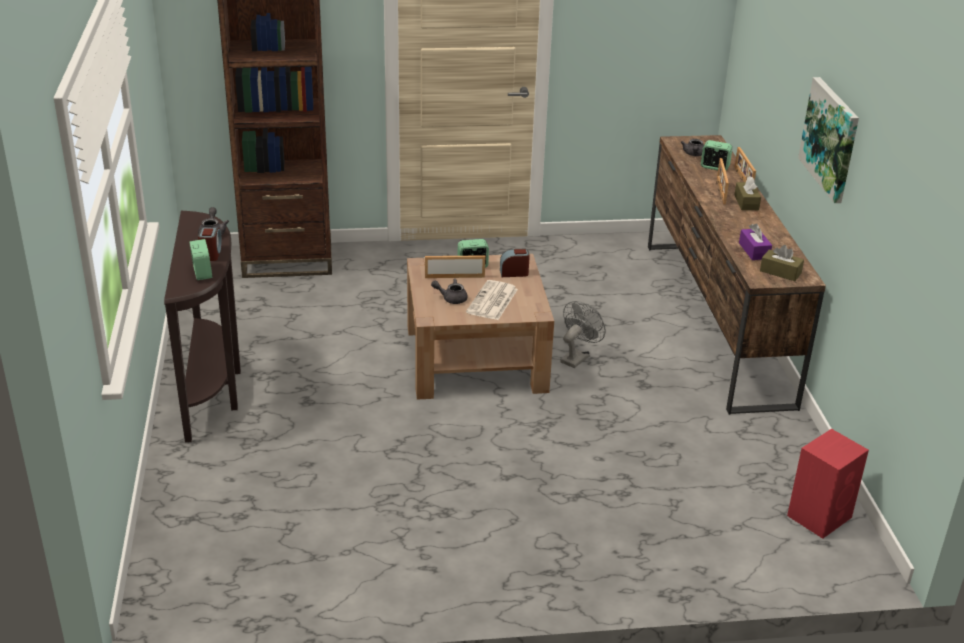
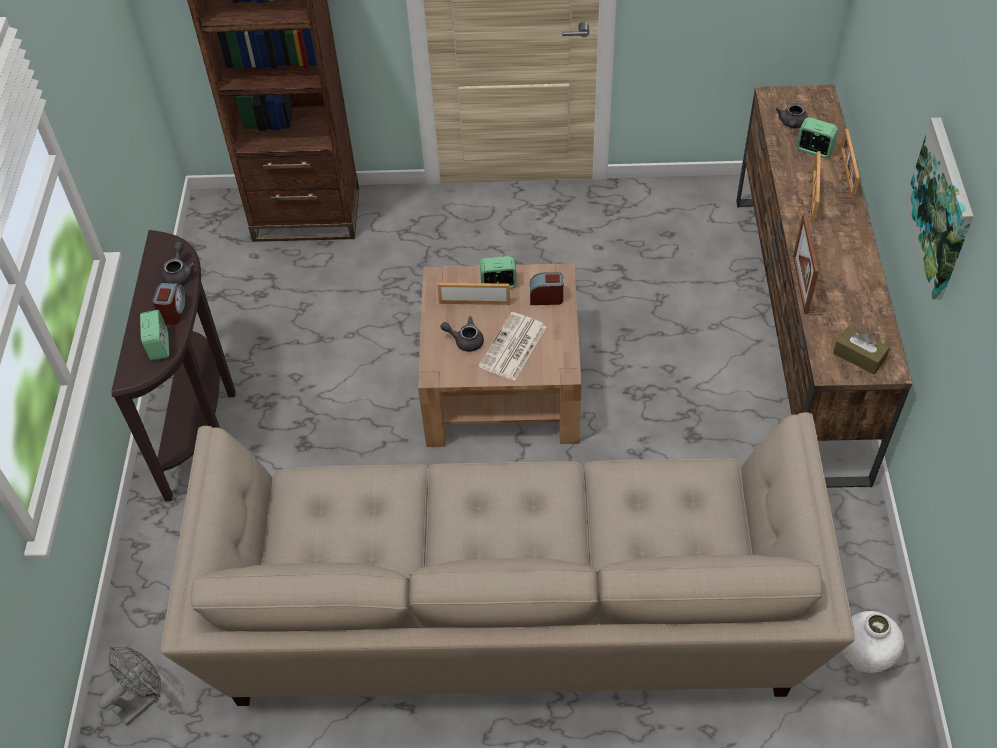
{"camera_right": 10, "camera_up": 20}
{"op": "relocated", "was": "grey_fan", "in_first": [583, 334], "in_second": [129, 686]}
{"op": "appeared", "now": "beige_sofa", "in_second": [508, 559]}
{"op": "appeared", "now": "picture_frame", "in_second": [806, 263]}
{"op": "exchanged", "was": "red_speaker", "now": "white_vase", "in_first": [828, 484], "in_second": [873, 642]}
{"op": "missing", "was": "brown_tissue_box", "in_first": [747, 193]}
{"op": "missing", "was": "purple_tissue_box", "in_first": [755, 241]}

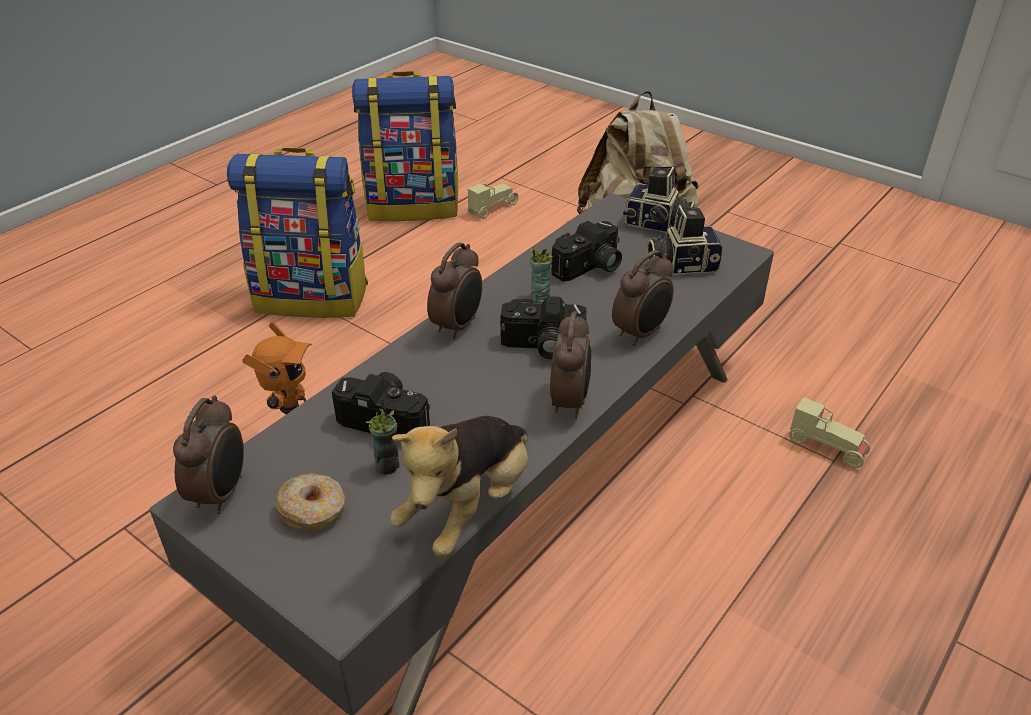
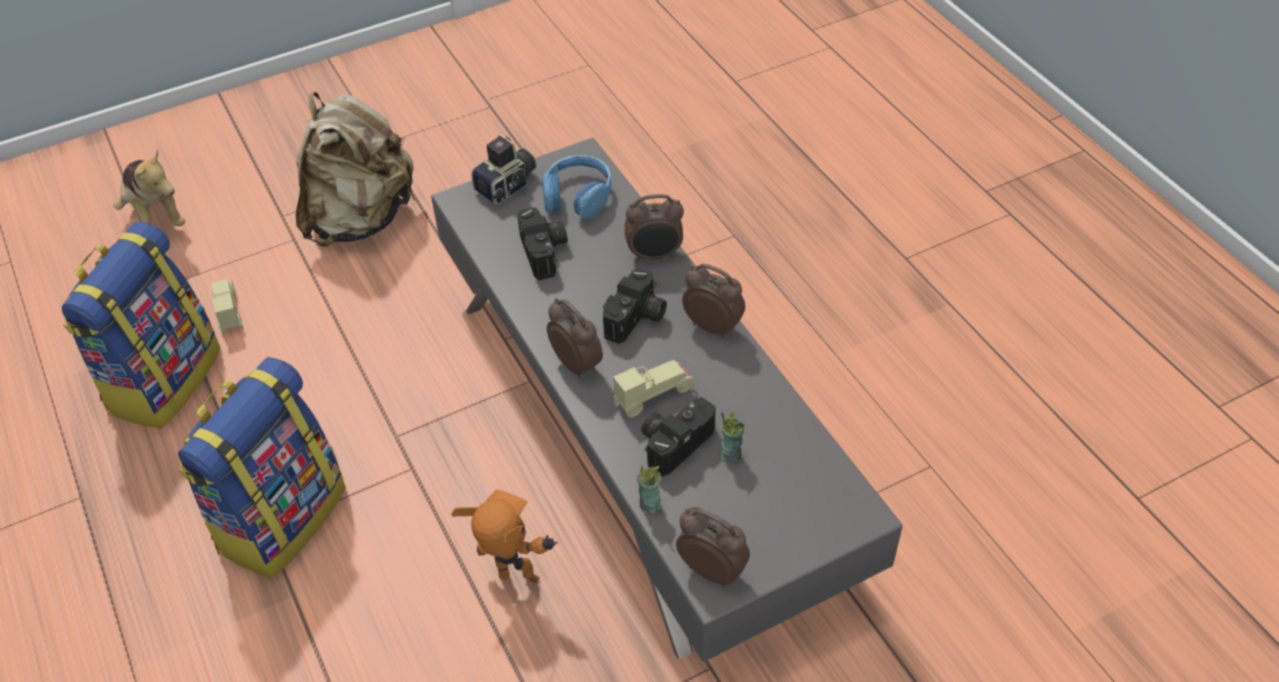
{"camera_right": -65, "camera_up": 10}
{"op": "relocated", "was": "plush_toy", "in_first": [459, 486], "in_second": [149, 187]}
{"op": "exchanged", "was": "photo_camera", "now": "blue_headphones", "in_first": [685, 240], "in_second": [576, 187]}
{"op": "relocated", "was": "beige_toy_car", "in_first": [829, 432], "in_second": [653, 389]}
{"op": "spun", "was": "alarm_clock", "in_first": [643, 298], "in_second": [654, 228], "clockwise": 105}
{"op": "relocated", "was": "cup", "in_first": [541, 275], "in_second": [649, 489]}
{"op": "missing", "was": "donut", "in_first": [310, 502]}

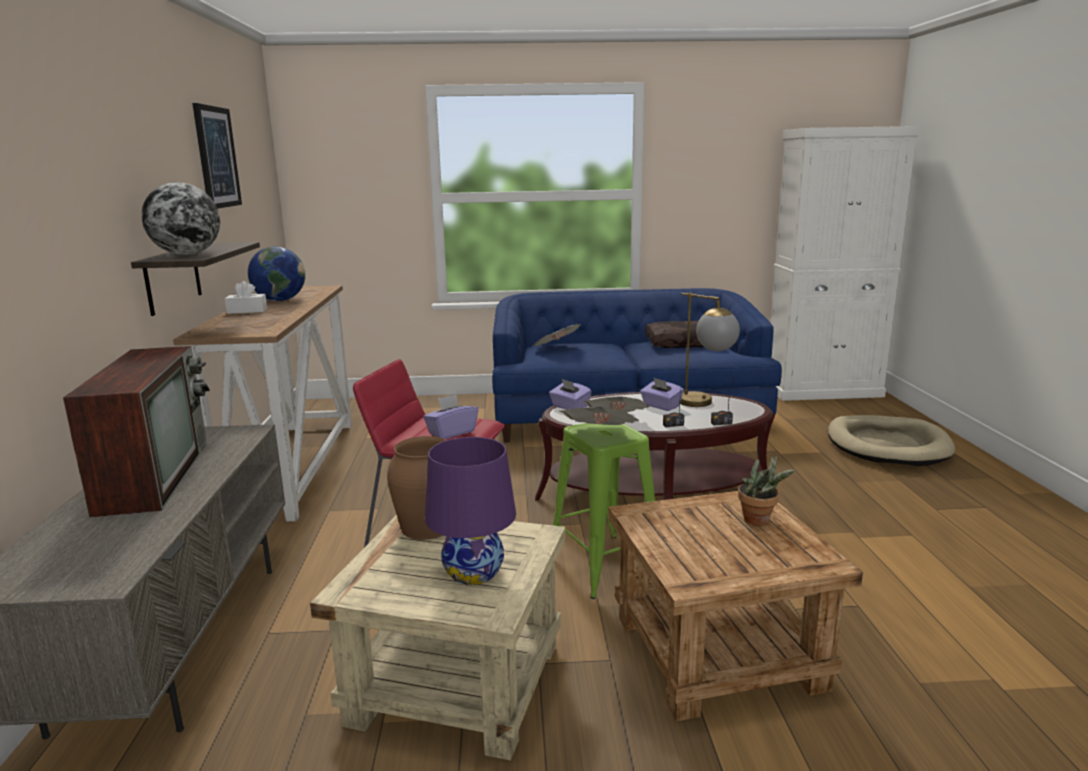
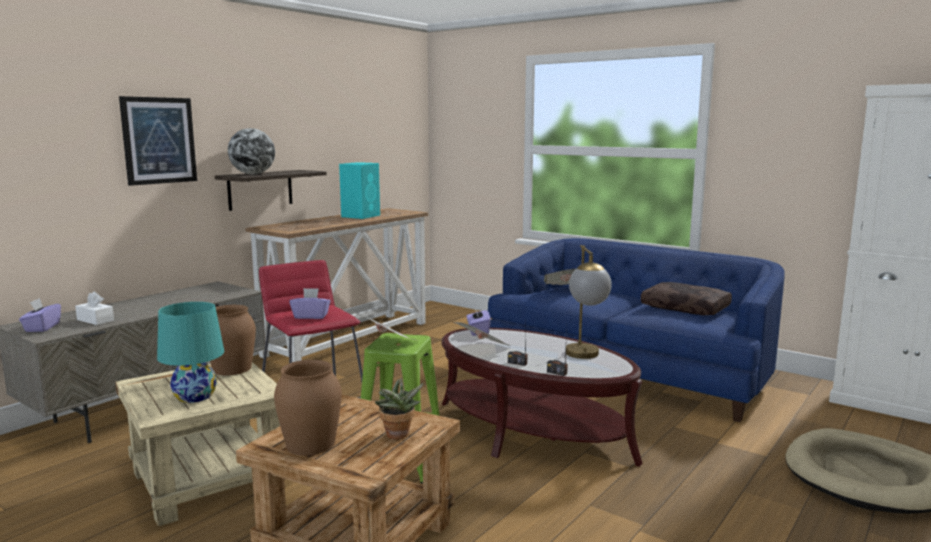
{"camera_right": 40, "camera_up": -5}
{"op": "relocated", "was": "purple_tissue_box", "in_first": [662, 394], "in_second": [40, 315]}
{"op": "relocated", "was": "white_tissue_box", "in_first": [245, 297], "in_second": [94, 308]}
{"op": "relocated", "was": "picture", "in_first": [217, 156], "in_second": [158, 141]}
{"op": "colour", "was": "purple_table_lamp", "now": "turquoise_table_lamp", "in_first": [470, 511], "in_second": [190, 352]}
{"op": "appeared", "now": "brown_vase", "in_second": [308, 407]}
{"op": "exchanged", "was": "globe", "now": "turquoise_speaker", "in_first": [276, 273], "in_second": [359, 190]}
{"op": "missing", "was": "television", "in_first": [136, 432]}

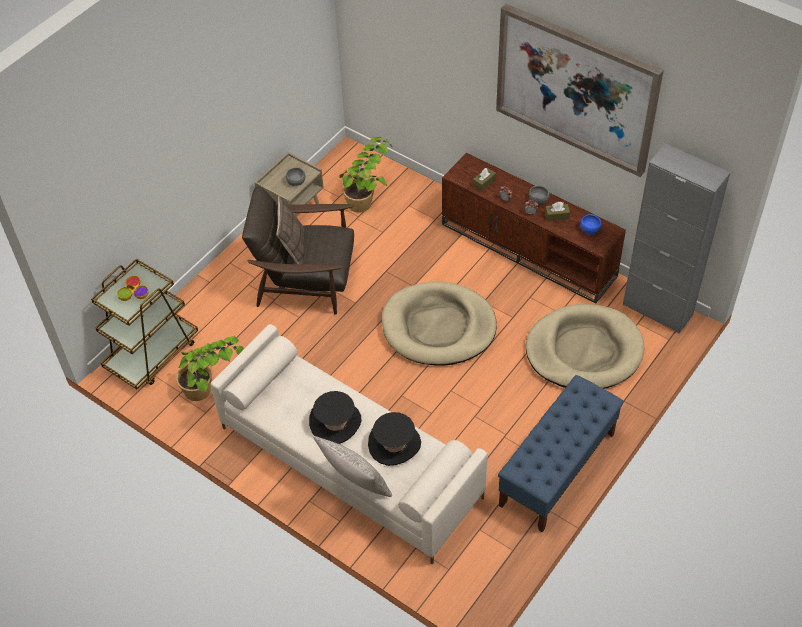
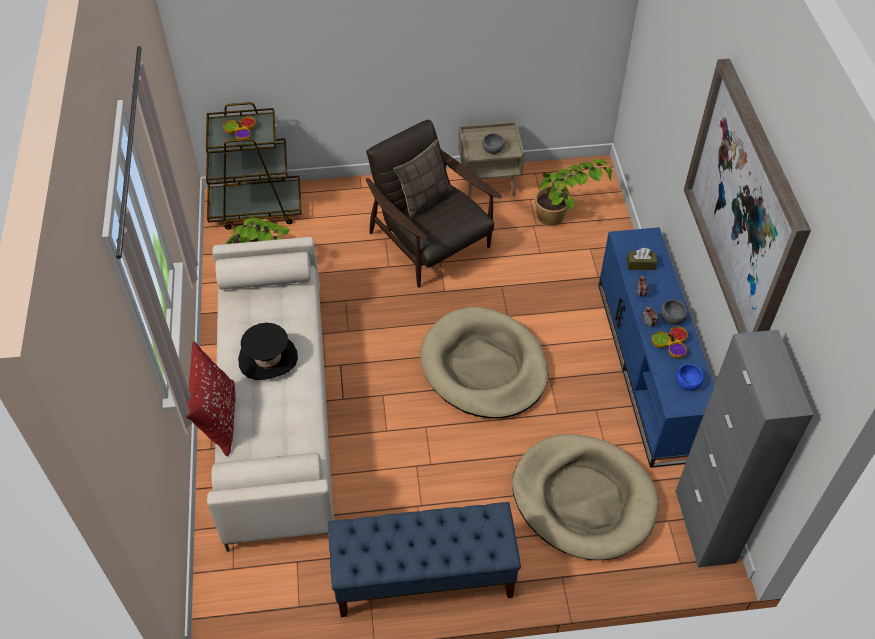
{"camera_right": 45, "camera_up": 0}
{"op": "colour", "was": "grey_pillow", "now": "red_pillow", "in_first": [352, 466], "in_second": [211, 398]}
{"op": "colour", "was": "brown_tv_stand", "now": "blue_tv_stand", "in_first": [534, 228], "in_second": [656, 347]}
{"op": "exchanged", "was": "brown_tissue_box", "now": "bowl", "in_first": [557, 211], "in_second": [670, 342]}
{"op": "missing", "was": "black_hat", "in_first": [394, 439]}

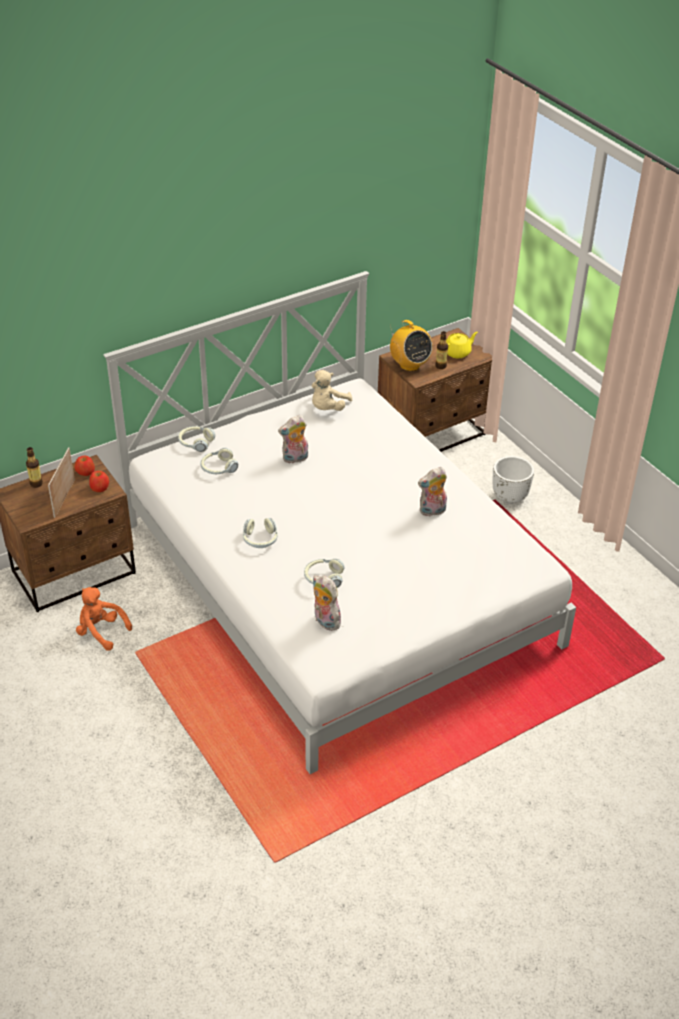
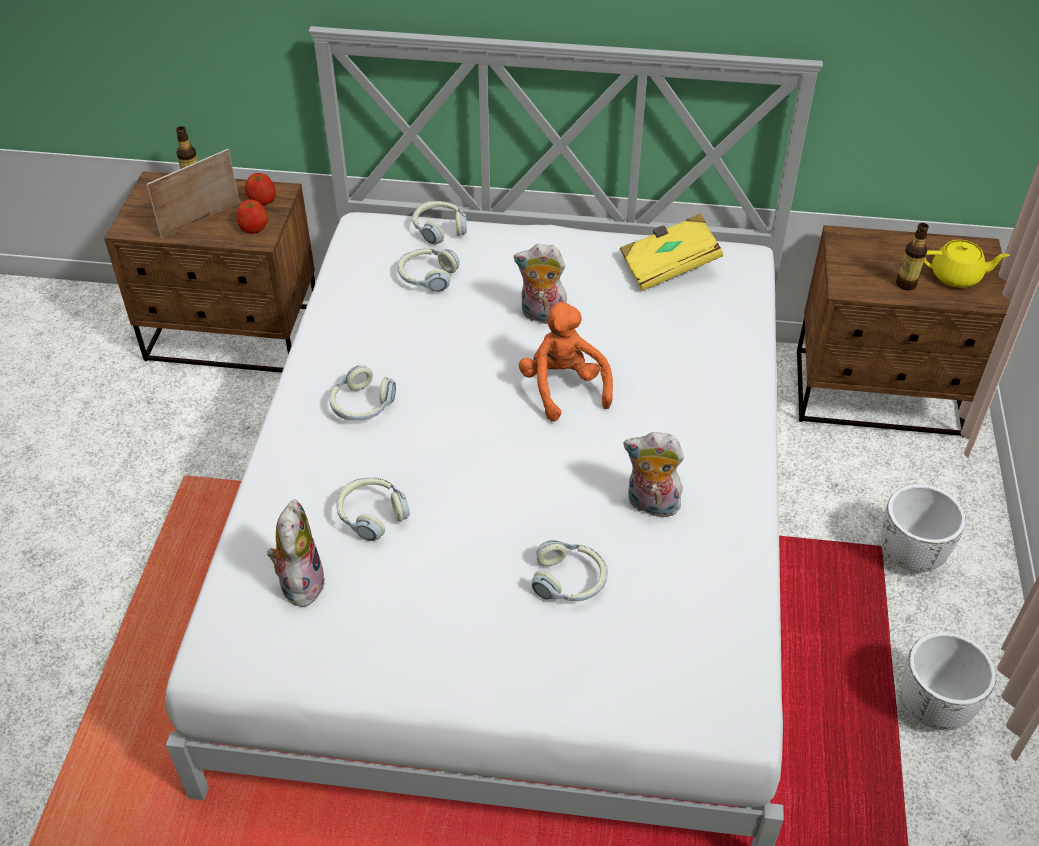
{"camera_right": 40, "camera_up": 5}
{"op": "relocated", "was": "orange_plush_toy", "in_first": [104, 619], "in_second": [566, 362]}
{"op": "appeared", "now": "headphones", "in_second": [569, 570]}
{"op": "exchanged", "was": "beige_plush_toy", "now": "yellow_book", "in_first": [332, 390], "in_second": [671, 252]}
{"op": "appeared", "now": "white_planter", "in_second": [948, 681]}
{"op": "missing", "was": "radio", "in_first": [411, 345]}

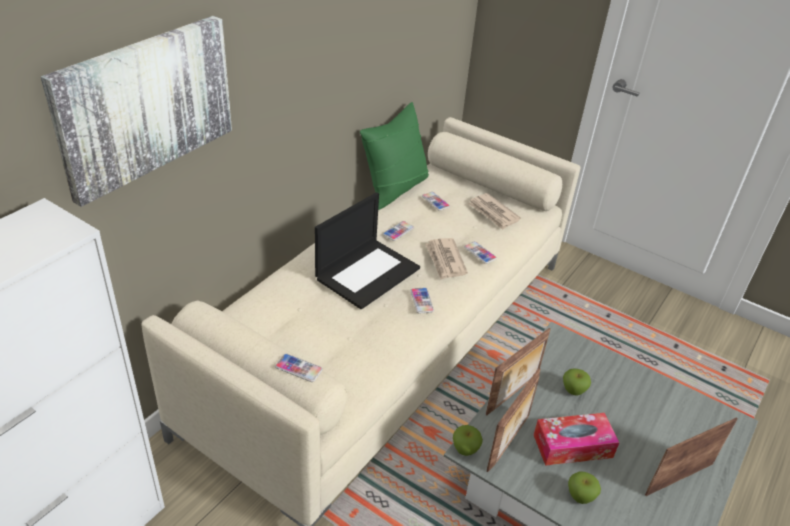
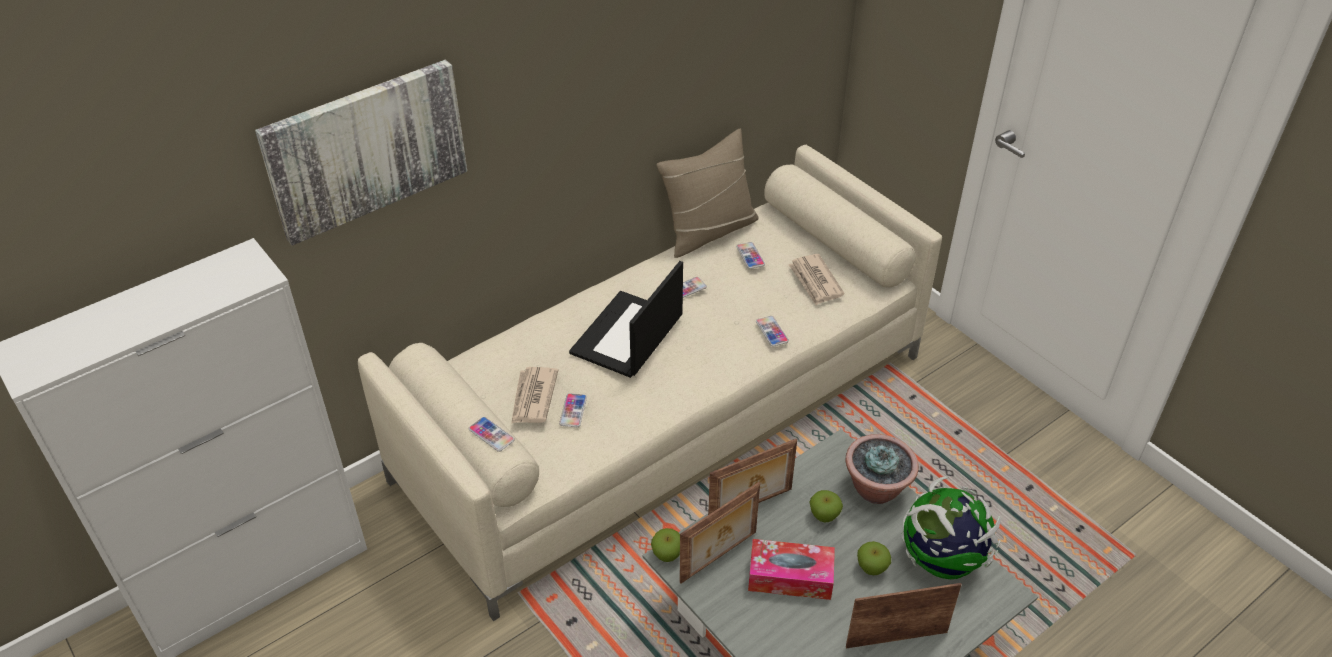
{"camera_right": 20, "camera_up": 5}
{"op": "relocated", "was": "newspaper", "in_first": [446, 258], "in_second": [534, 395]}
{"op": "relocated", "was": "phone", "in_first": [422, 300], "in_second": [573, 410]}
{"op": "spun", "was": "laptop", "in_first": [367, 250], "in_second": [626, 319], "clockwise": 150}
{"op": "colour", "was": "green_pillow", "now": "beige_pillow", "in_first": [394, 156], "in_second": [707, 193]}
{"op": "appeared", "now": "potted_plant", "in_second": [882, 469]}
{"op": "relocated", "was": "apple", "in_first": [584, 487], "in_second": [874, 558]}
{"op": "appeared", "now": "globe", "in_second": [951, 527]}

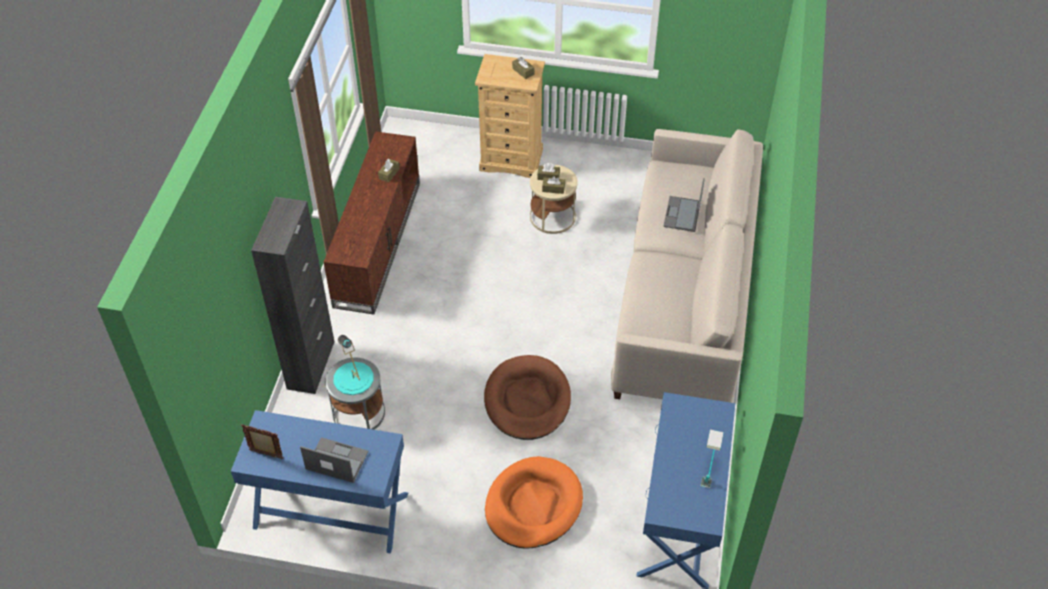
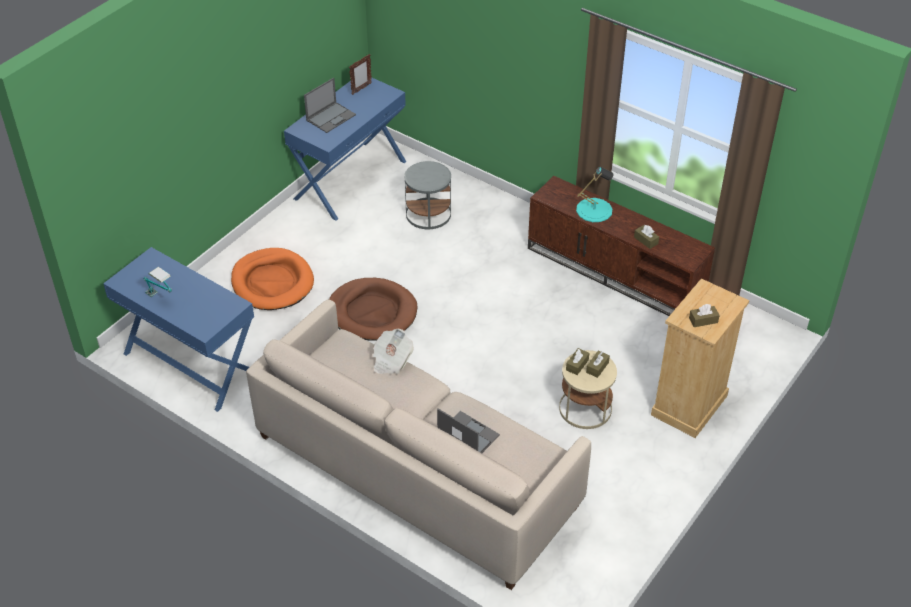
{"camera_right": 115, "camera_up": -5}
{"op": "appeared", "now": "newspaper", "in_second": [393, 351]}
{"op": "relocated", "was": "turquoise_table_lamp", "in_first": [353, 365], "in_second": [594, 194]}
{"op": "missing", "was": "black_cabinet", "in_first": [293, 295]}

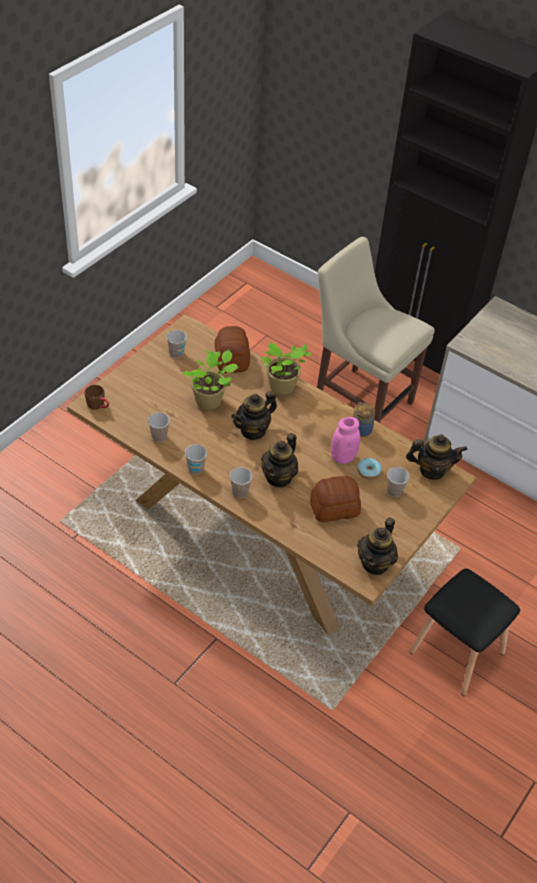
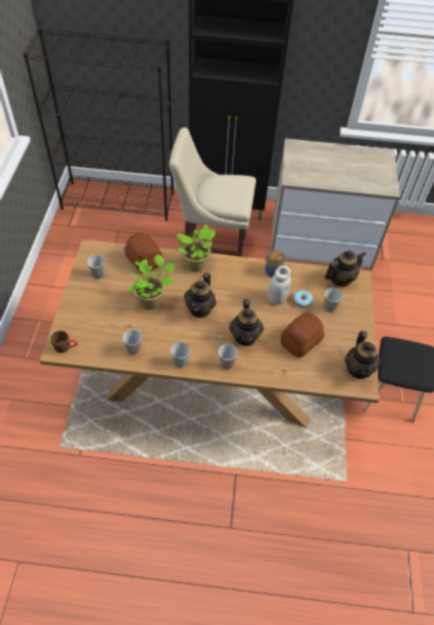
{"camera_right": -30, "camera_up": 5}
{"op": "appeared", "now": "black_bookcase", "in_second": [98, 124]}
{"op": "colour", "was": "pink_jar", "now": "white_jar", "in_first": [345, 440], "in_second": [279, 285]}

